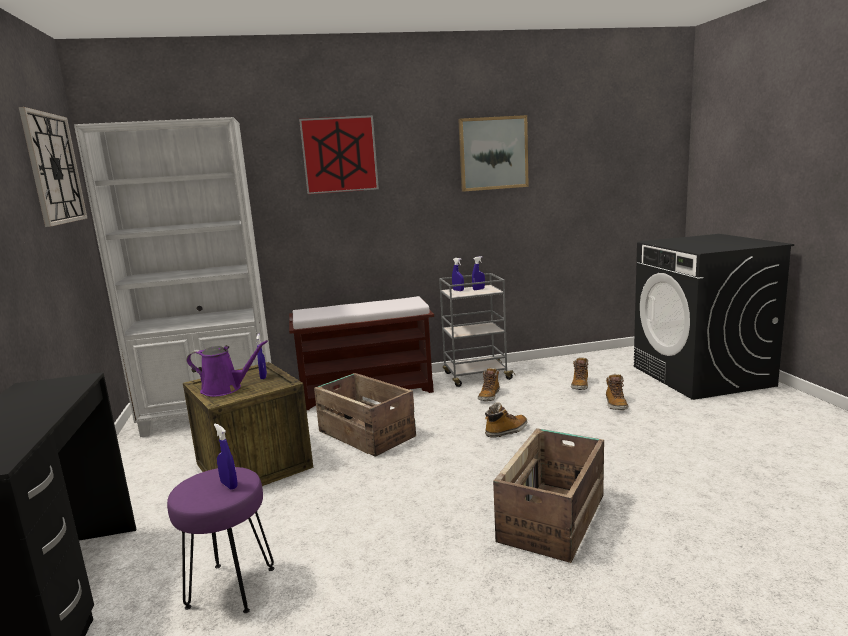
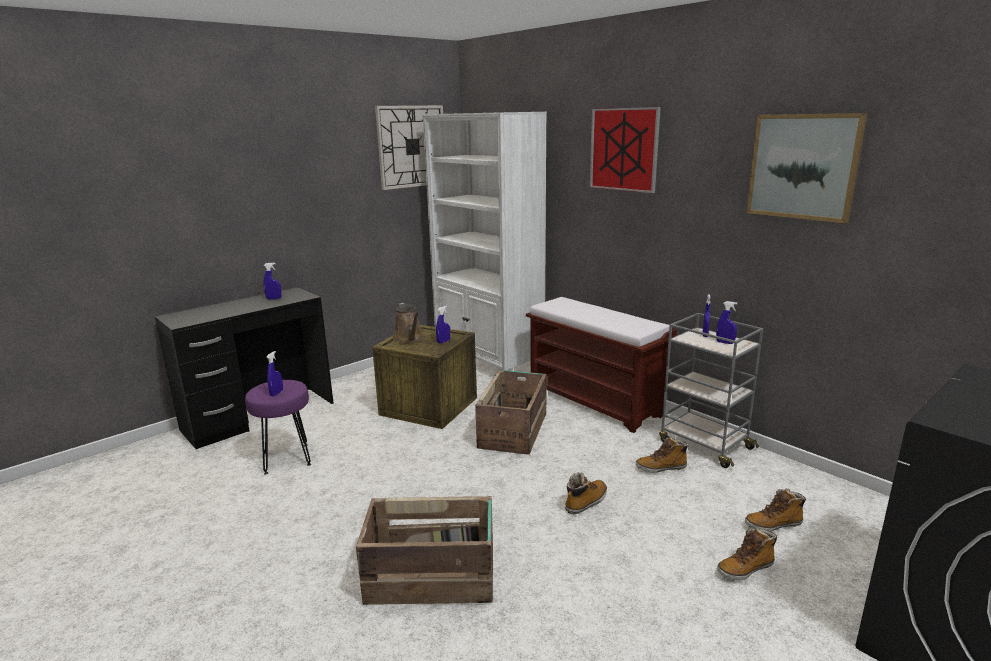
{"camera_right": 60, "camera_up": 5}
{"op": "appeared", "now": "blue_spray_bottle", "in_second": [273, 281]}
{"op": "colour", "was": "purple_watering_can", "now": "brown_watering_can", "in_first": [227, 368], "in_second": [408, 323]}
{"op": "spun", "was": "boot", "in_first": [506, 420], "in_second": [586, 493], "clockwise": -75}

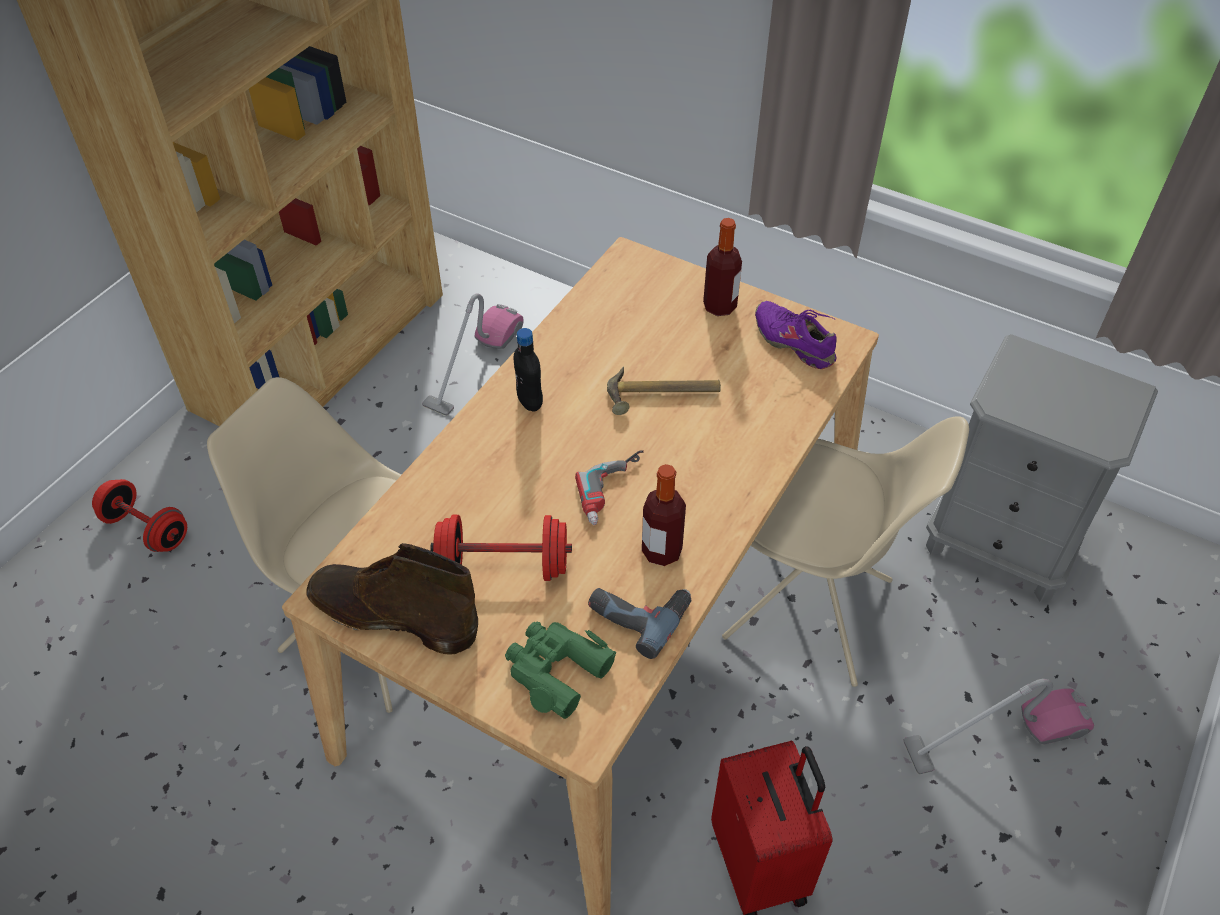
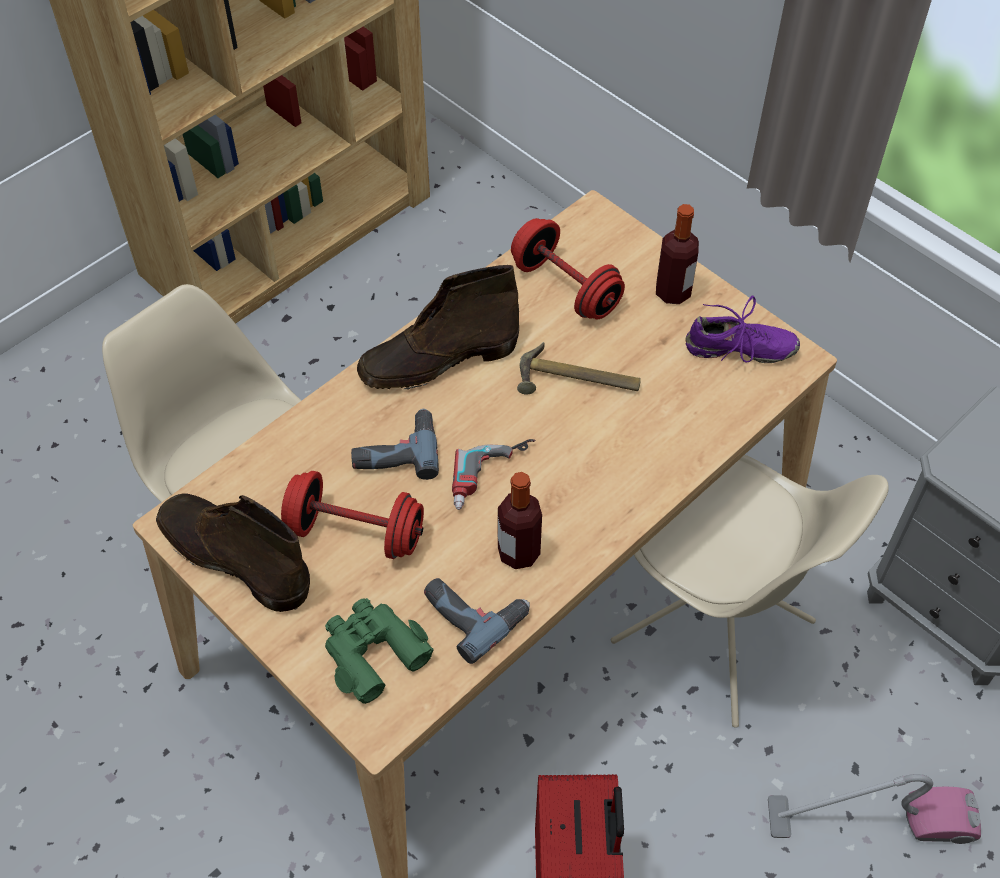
{"camera_right": 15, "camera_up": 5}
{"op": "appeared", "now": "power_drill", "in_second": [395, 444]}
{"op": "exchanged", "was": "black_bottle", "now": "brown_boot", "in_first": [528, 370], "in_second": [438, 327]}
{"op": "relocated", "was": "red_dumbbell", "in_first": [139, 515], "in_second": [568, 268]}
{"op": "spun", "was": "purple_shoe", "in_first": [796, 335], "in_second": [742, 329], "clockwise": 120}
{"op": "missing", "was": "vacuum_cleaner", "in_first": [473, 354]}

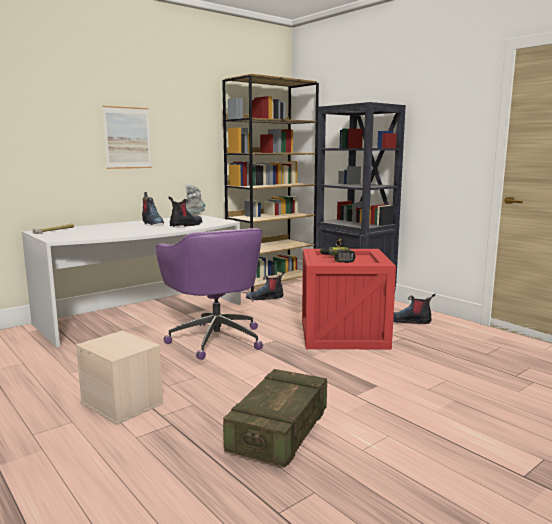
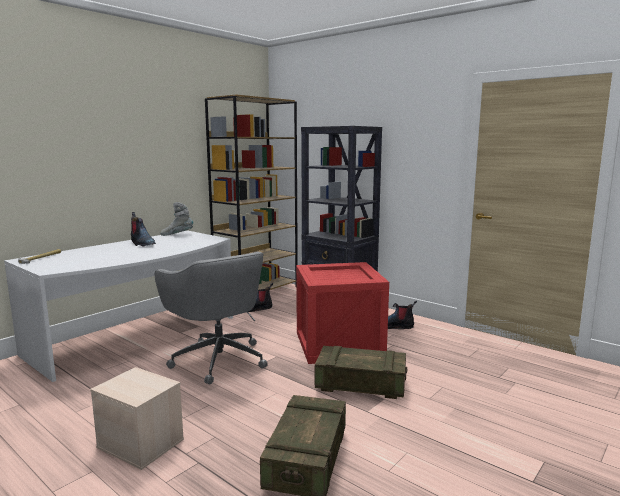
{"camera_right": -10, "camera_up": 0}
{"op": "colour", "was": "purple_office_chair", "now": "grey_office_chair", "in_first": [209, 294], "in_second": [211, 318]}
{"op": "appeared", "now": "crate", "in_second": [361, 372]}
{"op": "missing", "was": "picture", "in_first": [127, 137]}
{"op": "missing", "was": "boot", "in_first": [185, 212]}
{"op": "missing", "was": "power_drill", "in_first": [337, 255]}

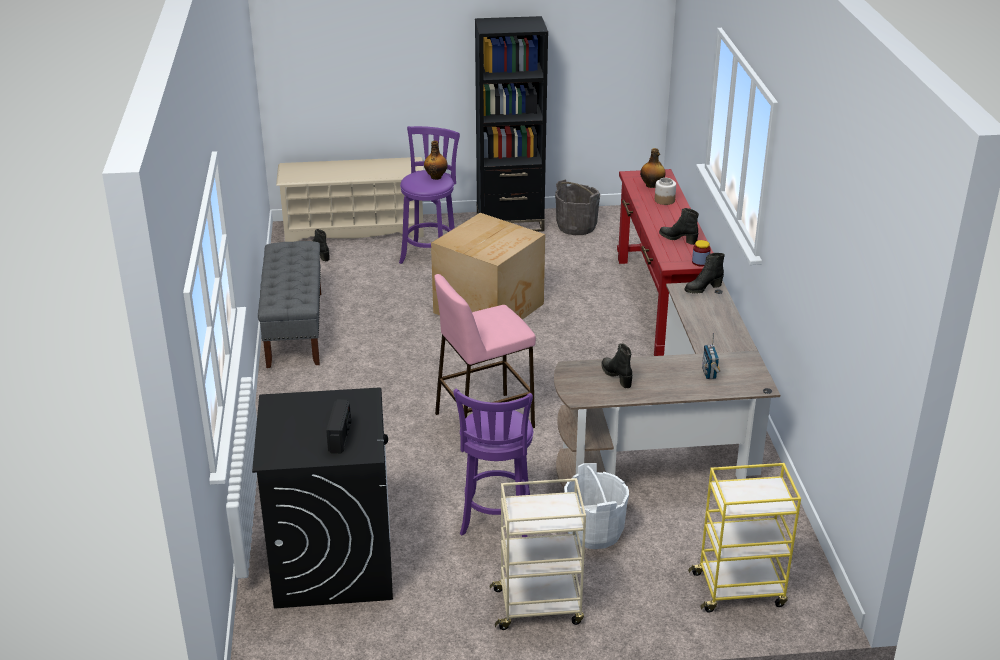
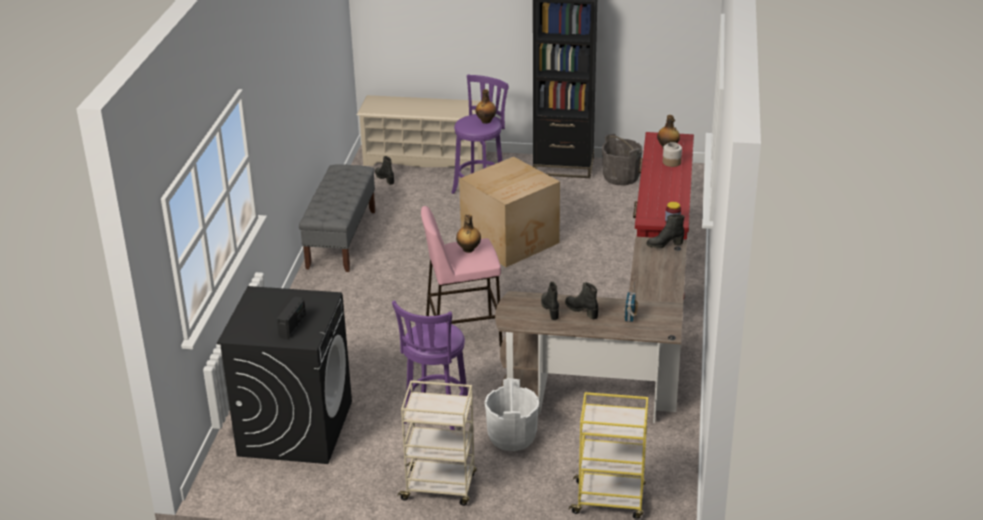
{"camera_right": 15, "camera_up": 0}
{"op": "appeared", "now": "bottle", "in_second": [468, 233]}
{"op": "relocated", "was": "black_boot", "in_first": [679, 226], "in_second": [581, 300]}

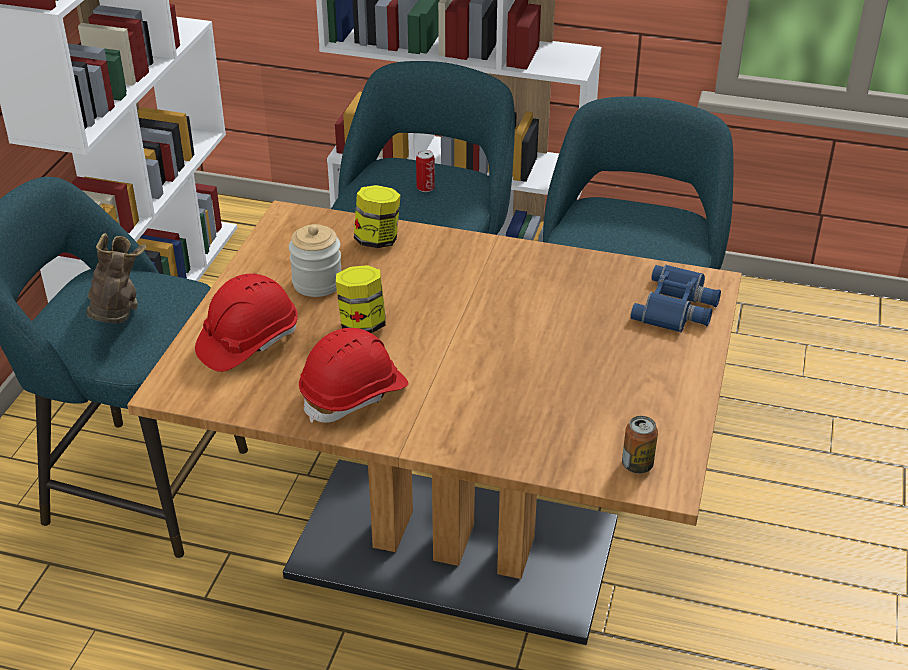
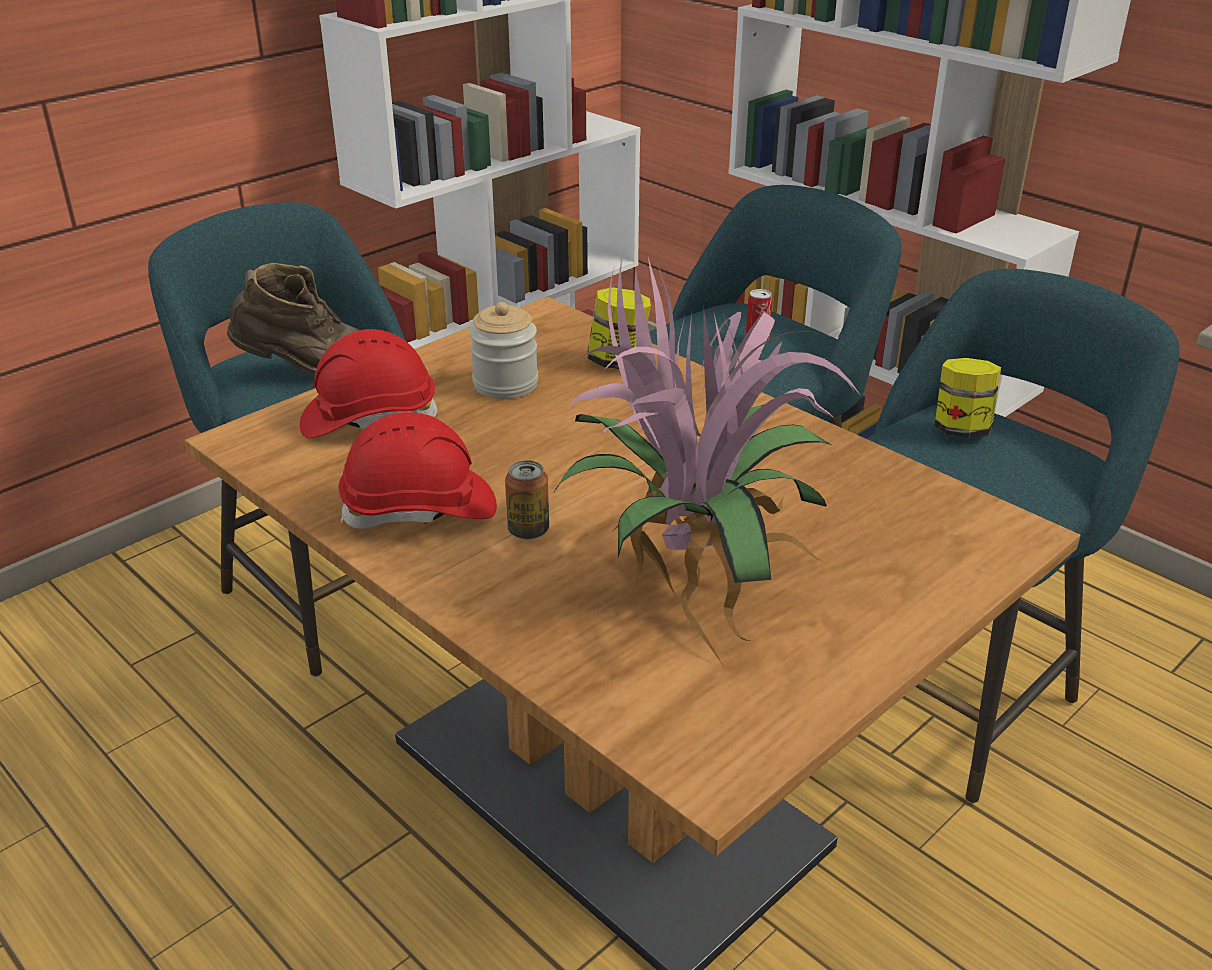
{"camera_right": 30, "camera_up": -5}
{"op": "spun", "was": "brown_boot", "in_first": [116, 278], "in_second": [293, 319], "clockwise": 60}
{"op": "relocated", "was": "can", "in_first": [640, 444], "in_second": [527, 499]}
{"op": "appeared", "now": "potted_plant", "in_second": [711, 461]}
{"op": "relocated", "was": "jar", "in_first": [361, 299], "in_second": [968, 398]}
{"op": "missing", "was": "blue_binoculars", "in_first": [675, 298]}

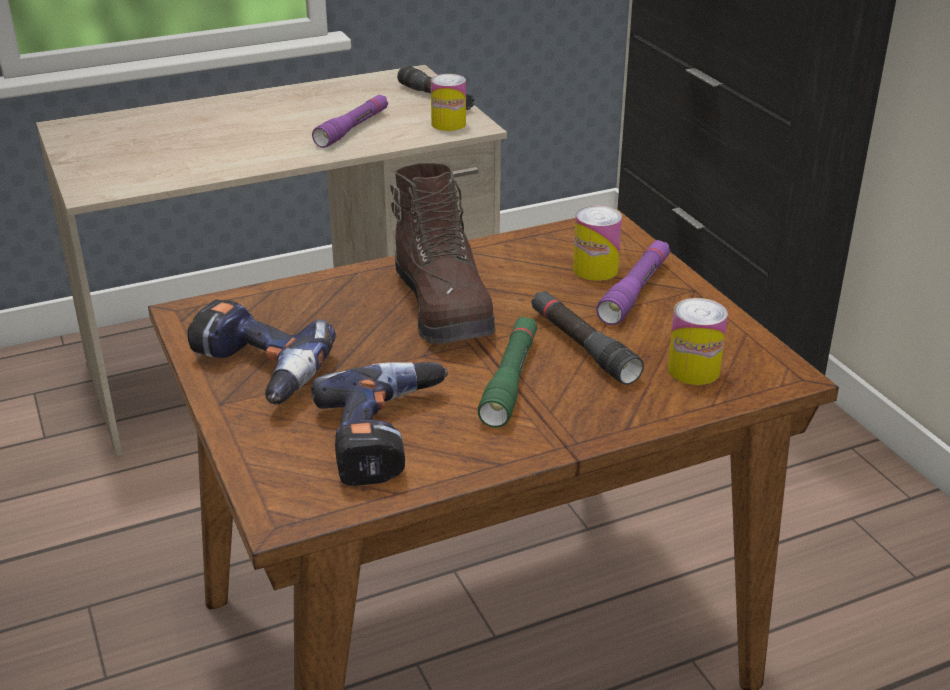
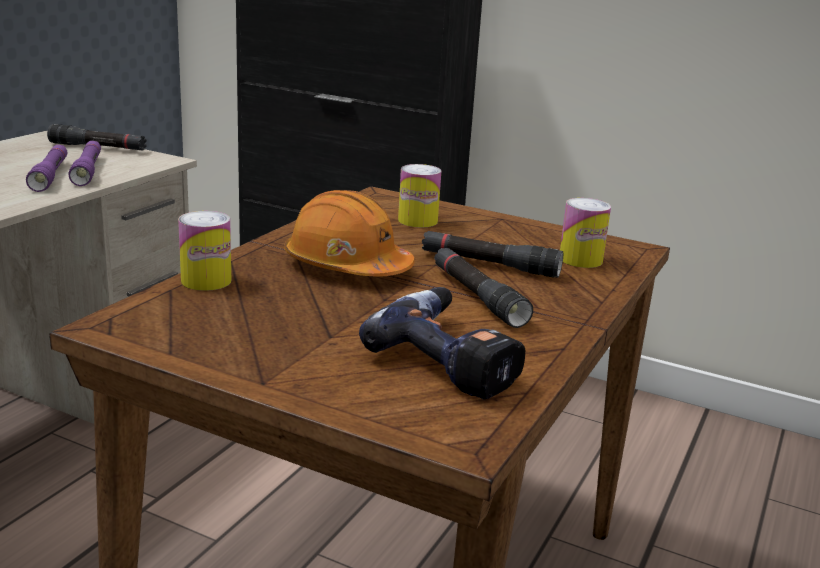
{"camera_right": -40, "camera_up": -10}
{"op": "relocated", "was": "purple_flashlight", "in_first": [633, 282], "in_second": [85, 163]}
{"op": "relocated", "was": "can", "in_first": [448, 102], "in_second": [204, 251]}
{"op": "exchanged", "was": "brown_boot", "now": "orange_hard_hat", "in_first": [443, 253], "in_second": [349, 233]}
{"op": "colour", "was": "green_flashlight", "now": "black_flashlight", "in_first": [507, 372], "in_second": [483, 288]}
{"op": "missing", "was": "power_drill", "in_first": [262, 351]}

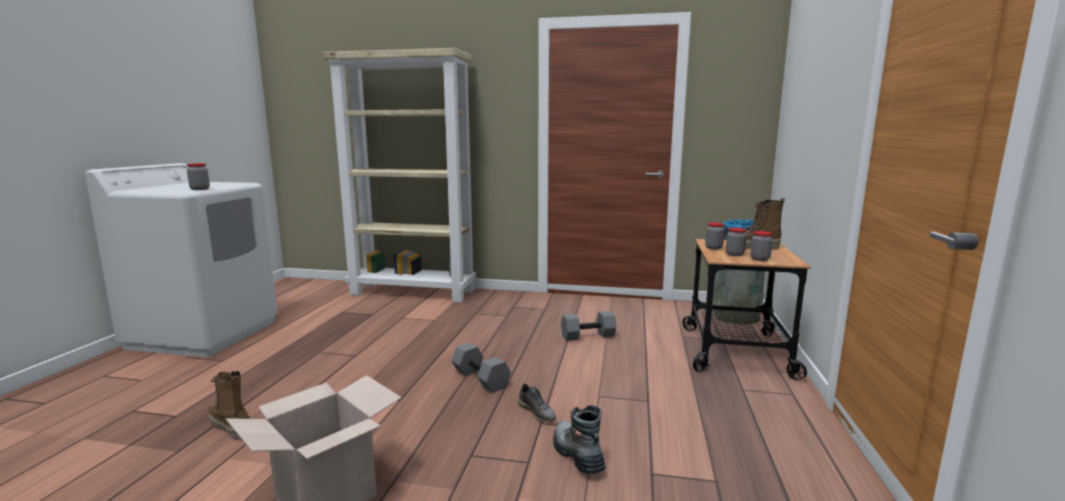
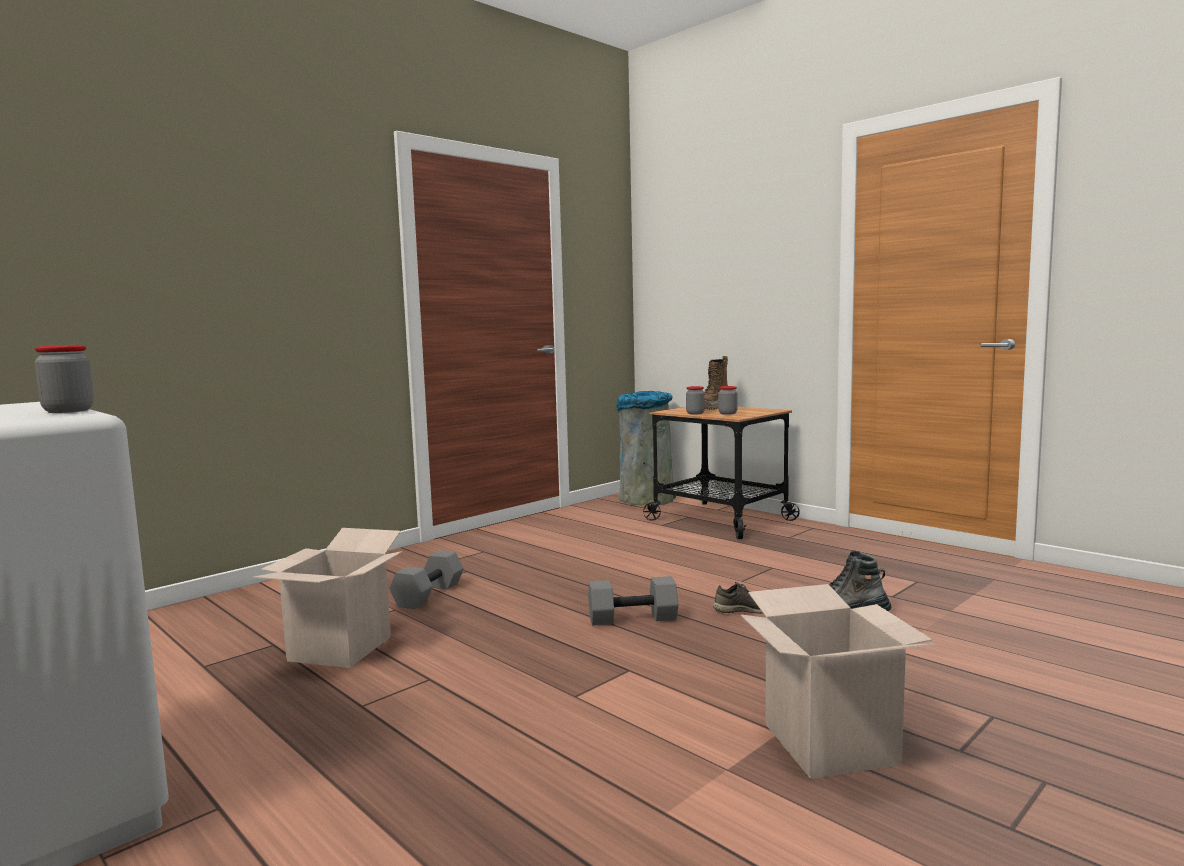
{"camera_right": -55, "camera_up": -5}
{"op": "appeared", "now": "cardboard_box", "in_second": [328, 598]}
{"op": "relocated", "was": "grey_dumbbell", "in_first": [589, 326], "in_second": [426, 579]}
{"op": "missing", "was": "boot", "in_first": [229, 405]}
{"op": "missing", "was": "beige_bookcase", "in_first": [399, 175]}
{"op": "missing", "was": "jar", "in_first": [761, 246]}

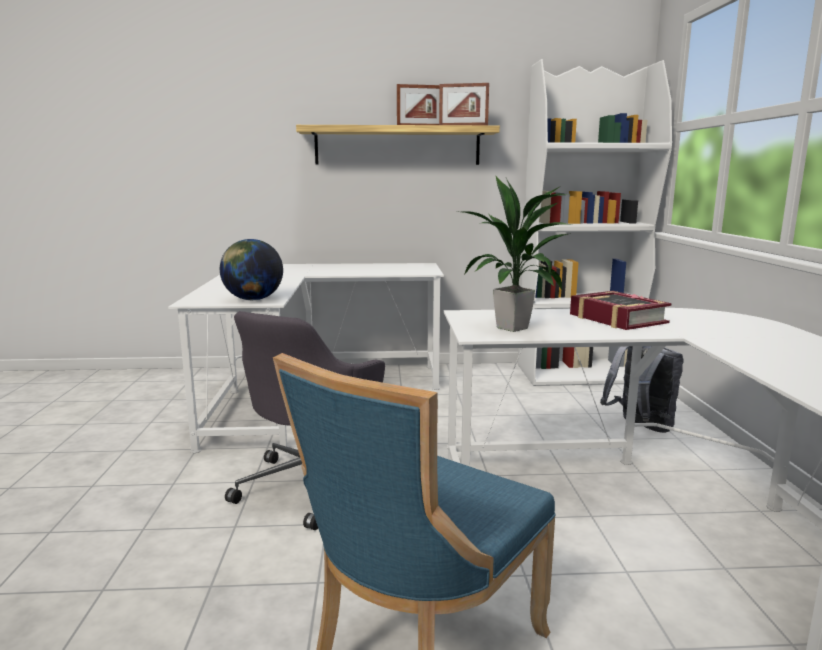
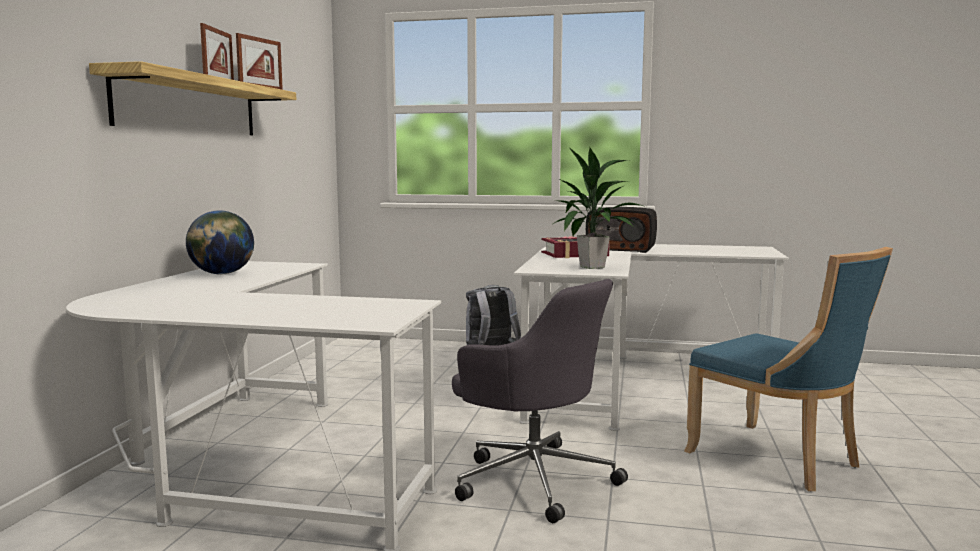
{"camera_right": -75, "camera_up": -5}
{"op": "relocated", "was": "globe", "in_first": [251, 269], "in_second": [220, 242]}
{"op": "appeared", "now": "radio", "in_second": [621, 230]}
{"op": "missing", "was": "white_bookcase", "in_first": [595, 222]}

